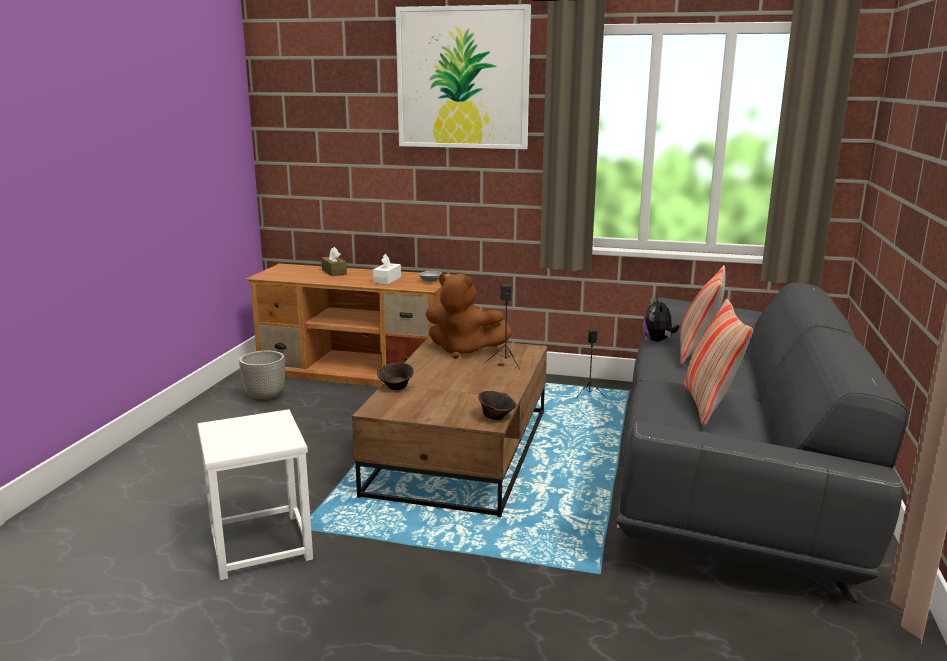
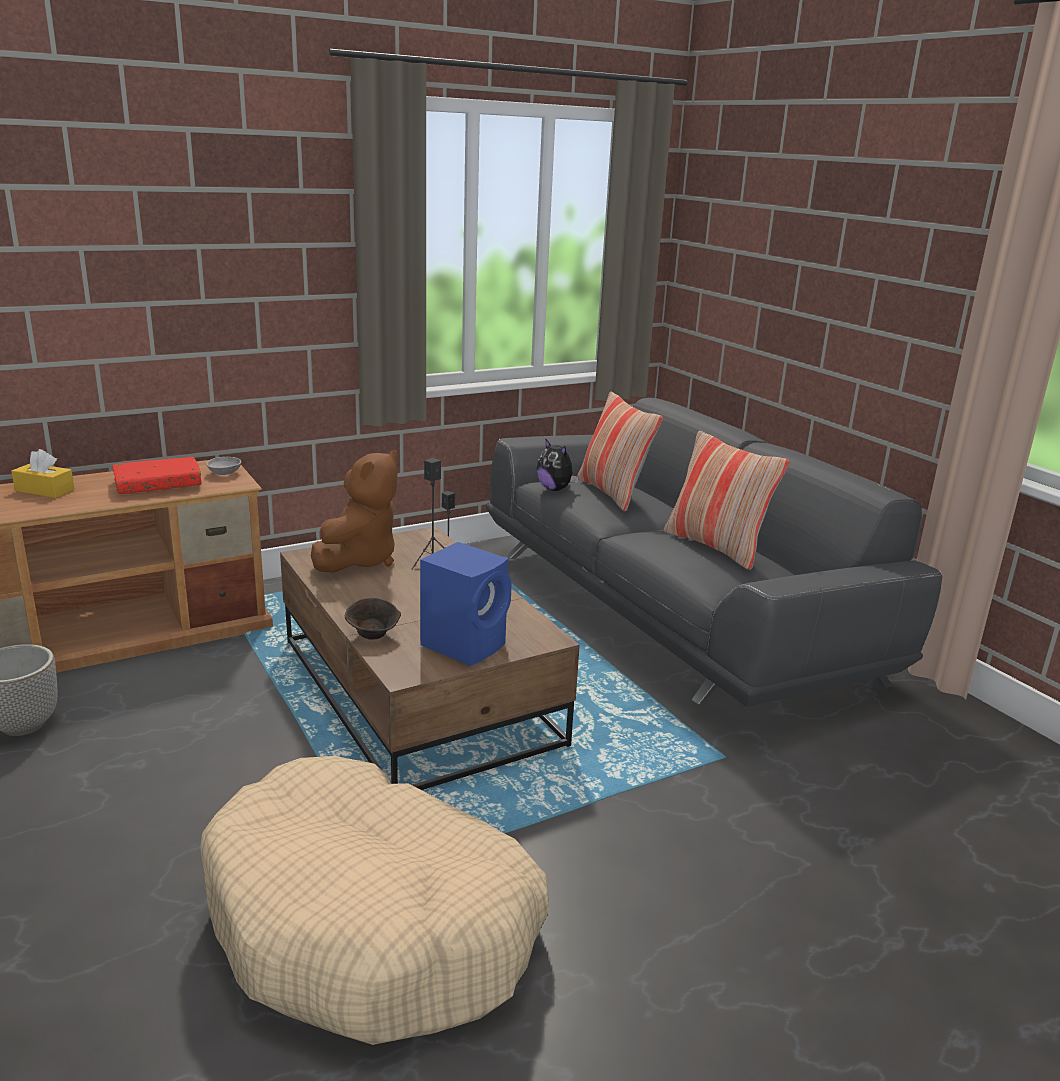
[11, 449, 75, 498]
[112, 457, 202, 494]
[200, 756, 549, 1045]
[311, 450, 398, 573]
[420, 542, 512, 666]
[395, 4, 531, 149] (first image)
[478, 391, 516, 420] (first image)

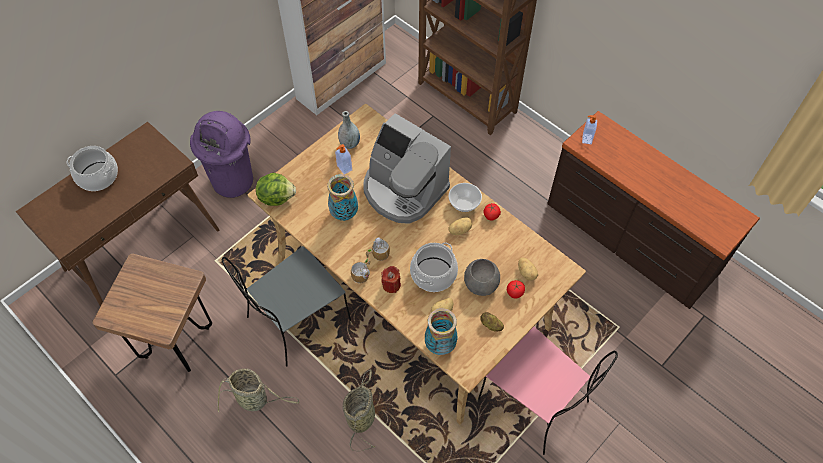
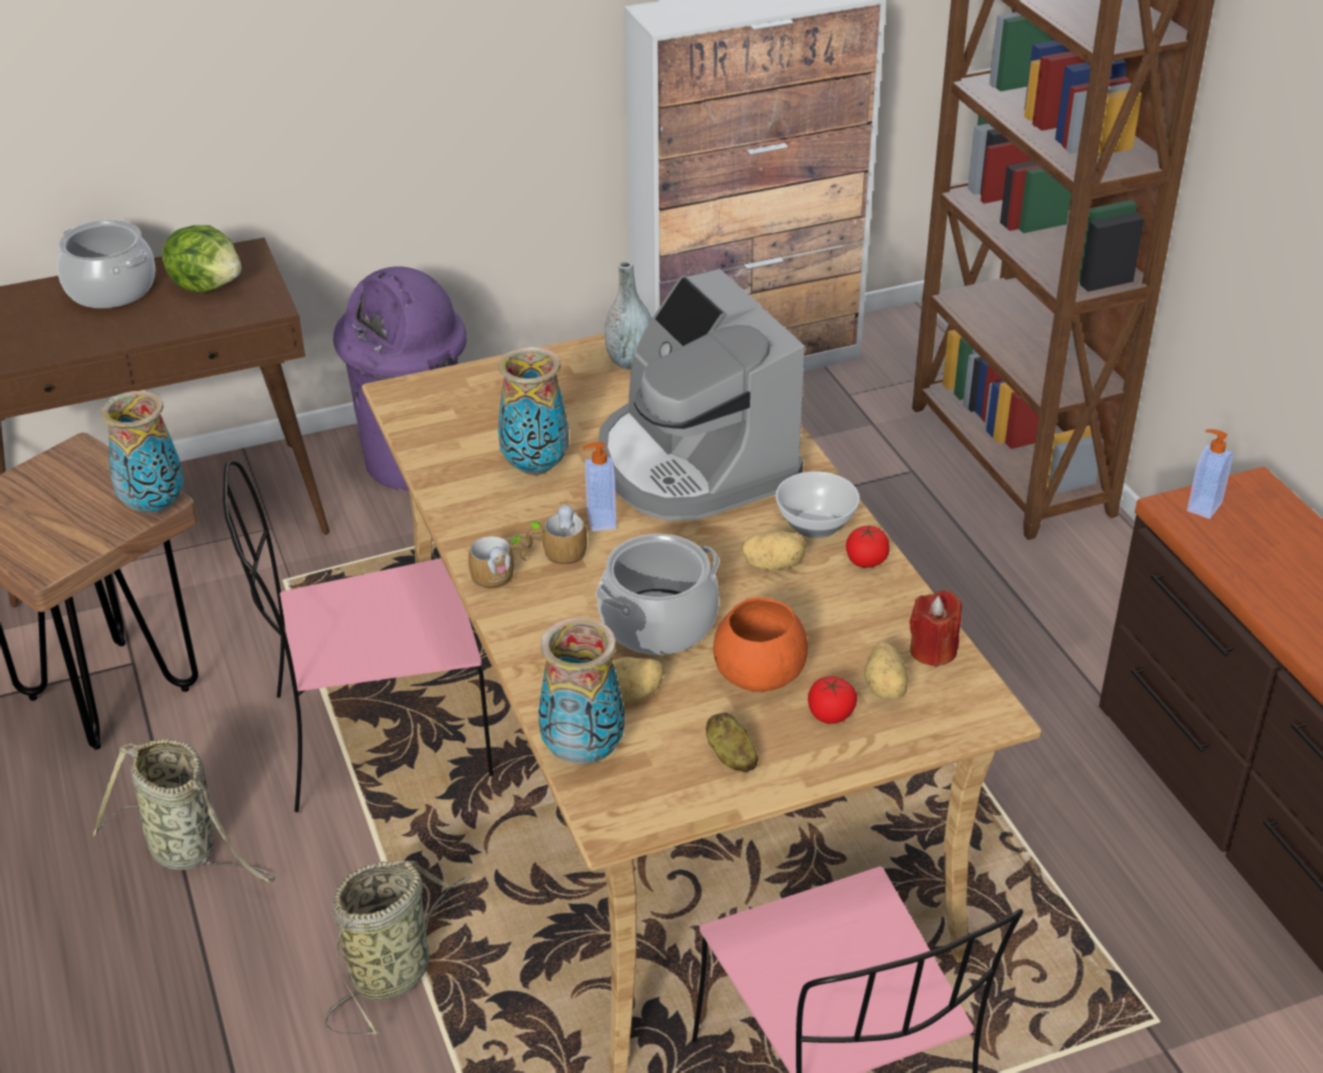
[101, 391, 184, 515]
[162, 225, 241, 292]
[223, 460, 493, 812]
[583, 442, 616, 531]
[713, 597, 808, 692]
[910, 590, 962, 667]

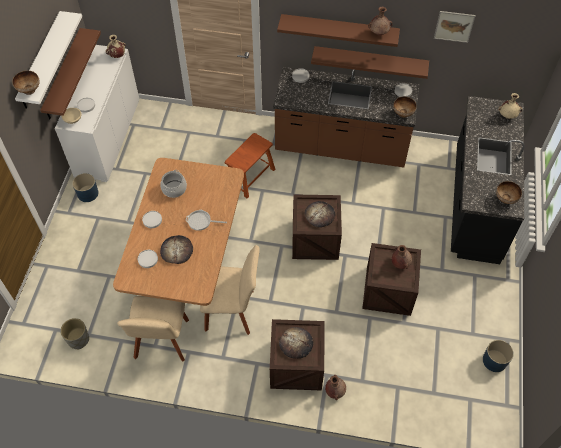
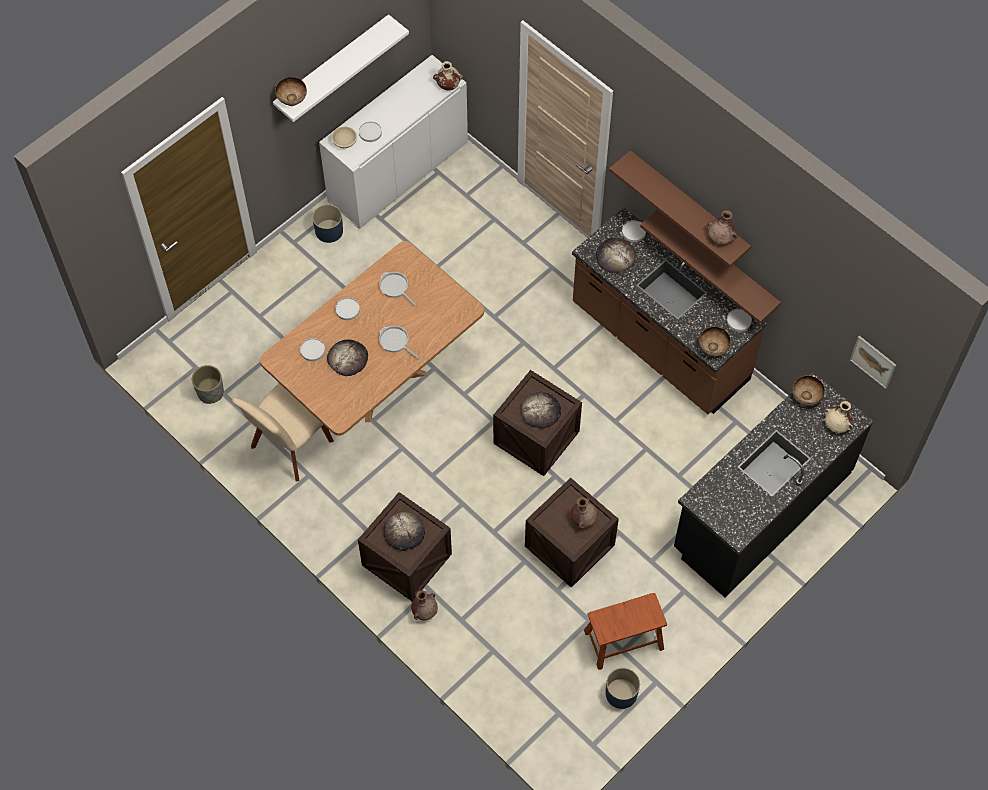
[380, 272, 418, 307]
[584, 593, 667, 670]
[596, 238, 636, 273]
[792, 376, 825, 406]
[850, 336, 896, 389]
[40, 28, 101, 119] (first image)
[200, 245, 260, 335] (first image)

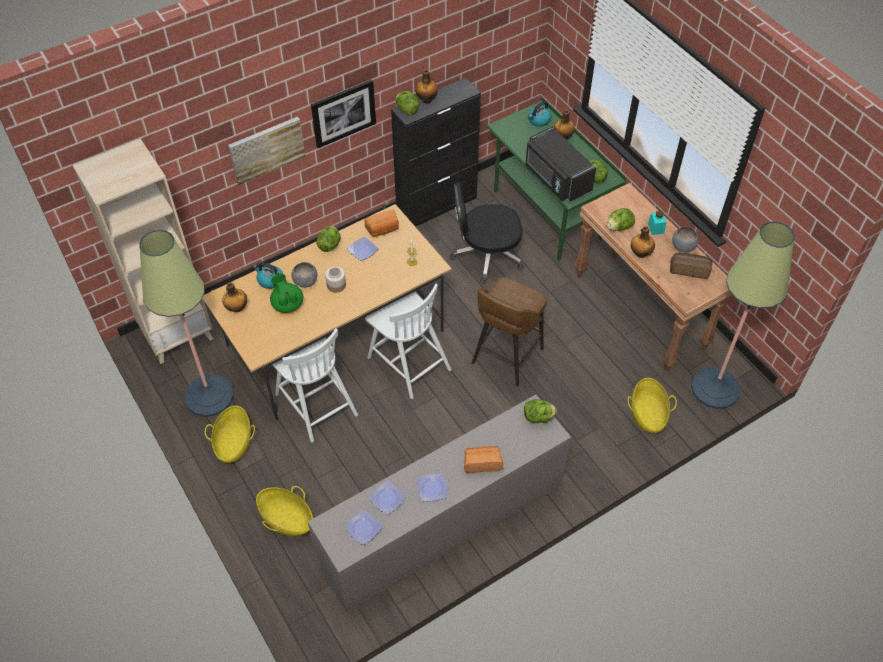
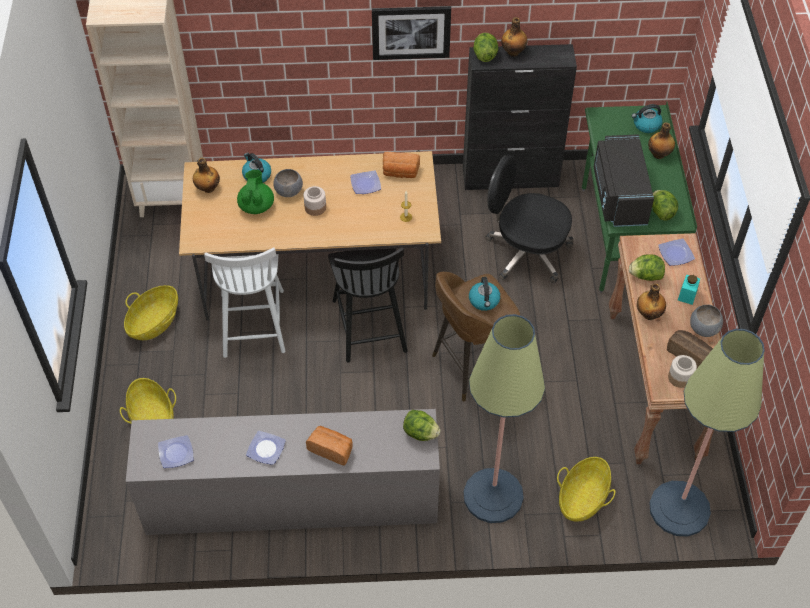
[328, 247, 407, 362]
[464, 314, 545, 523]
[469, 277, 500, 311]
[658, 239, 695, 266]
[668, 355, 697, 388]
[228, 117, 306, 185] (first image)
[316, 226, 341, 252] (first image)

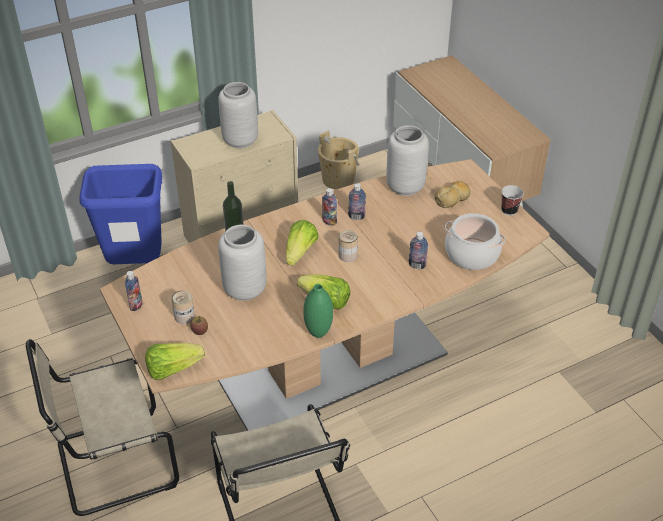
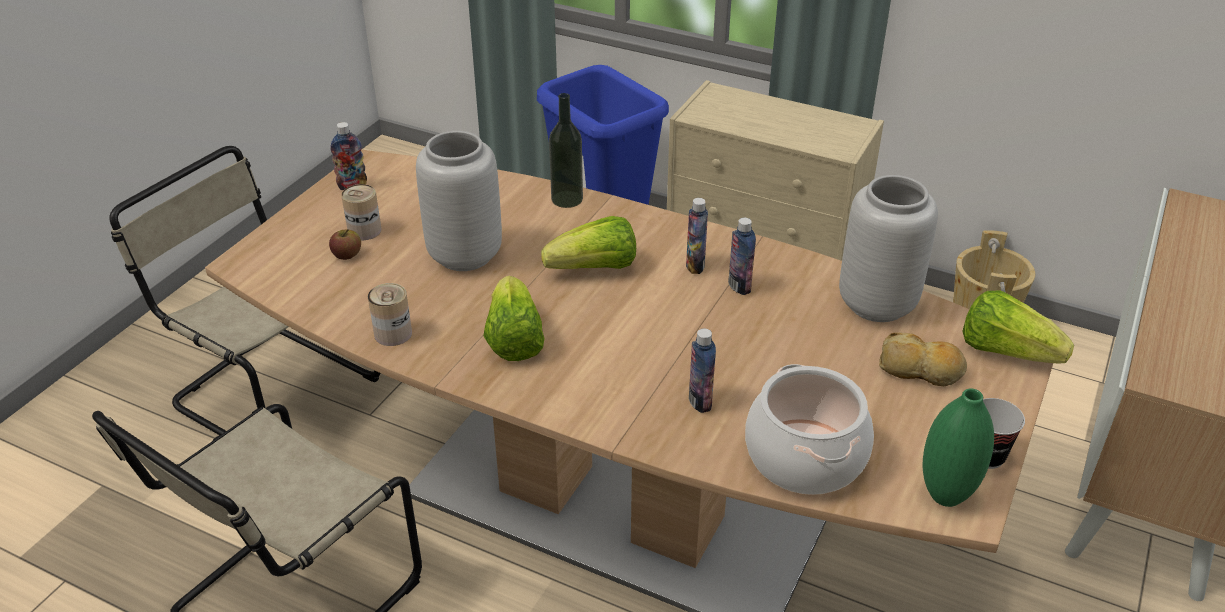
[368, 283, 412, 346]
[923, 388, 994, 507]
[962, 291, 1074, 364]
[218, 82, 258, 148] (first image)

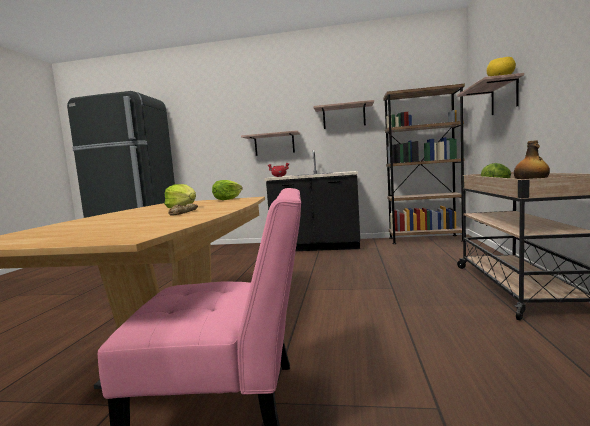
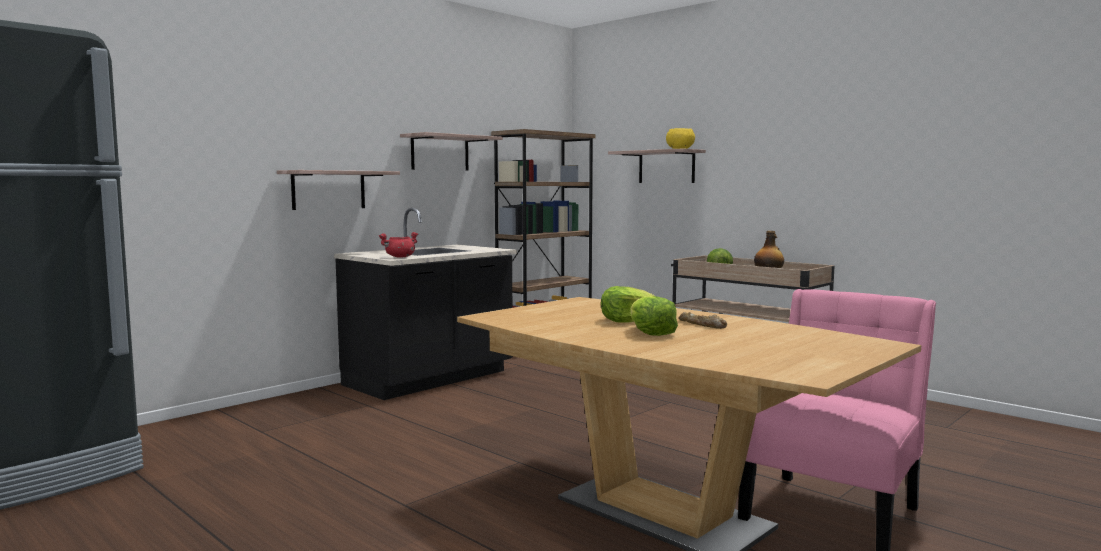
[631, 296, 678, 336]

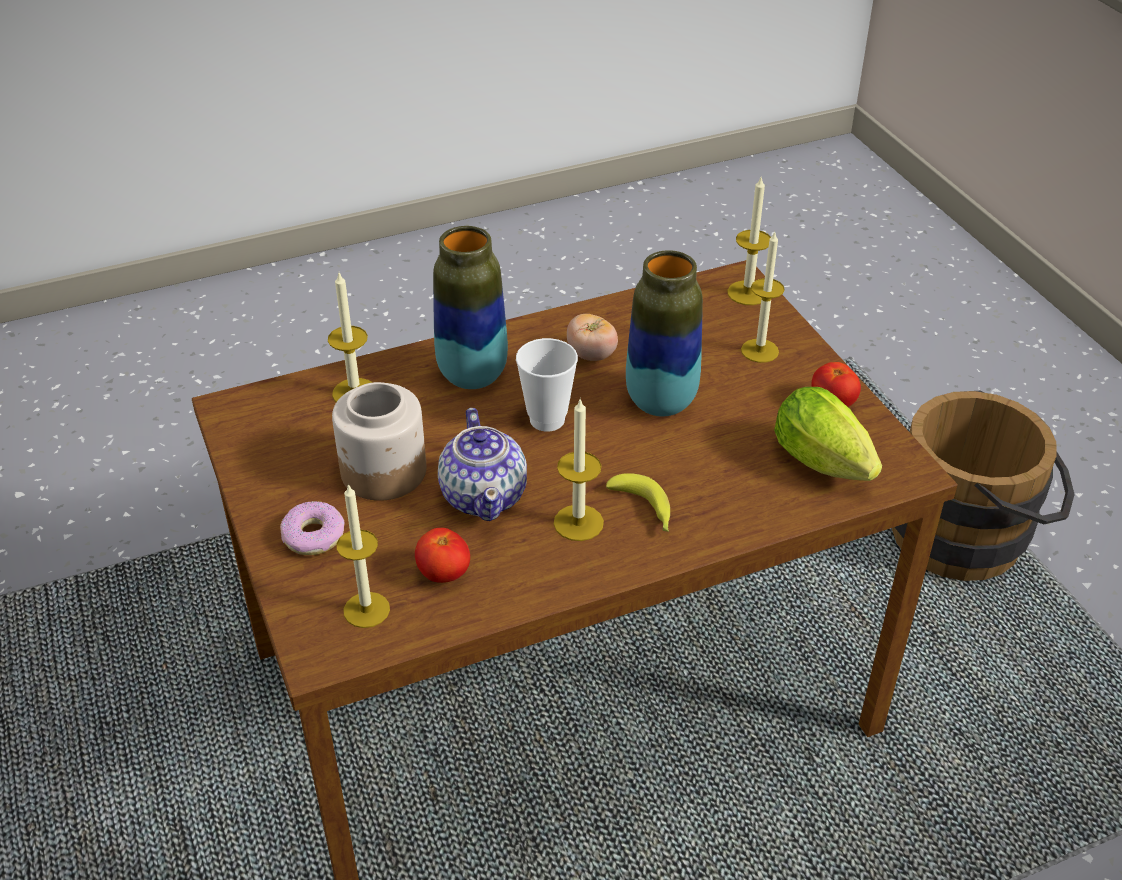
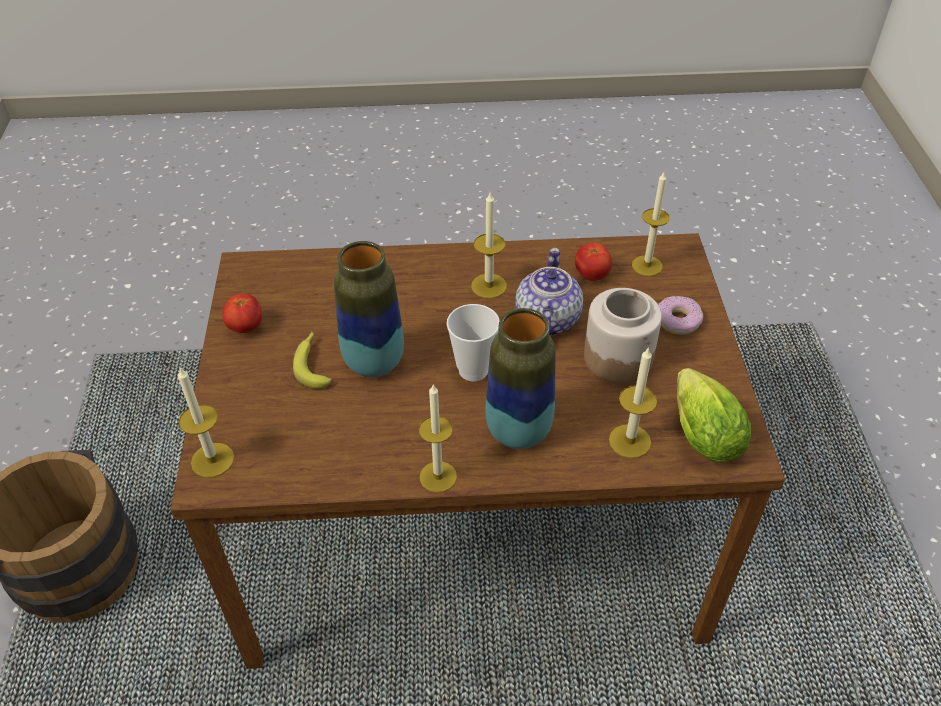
[293, 332, 331, 388]
[419, 385, 457, 493]
[677, 368, 751, 463]
[567, 314, 618, 361] (first image)

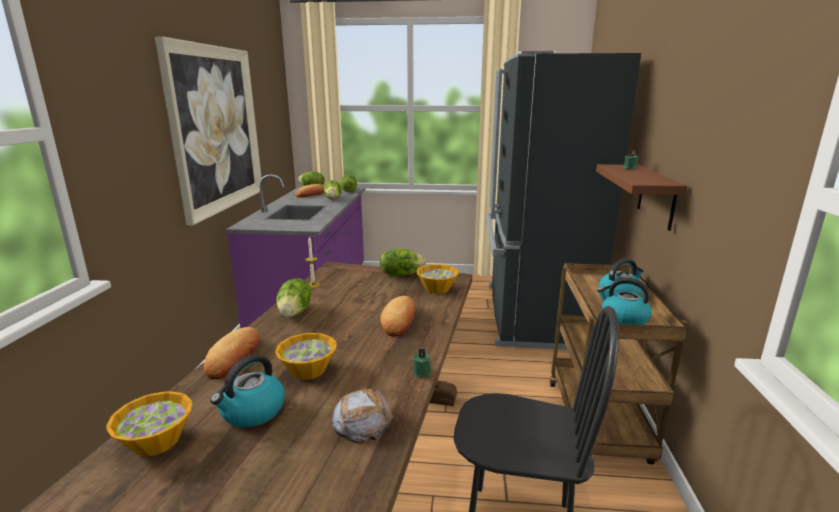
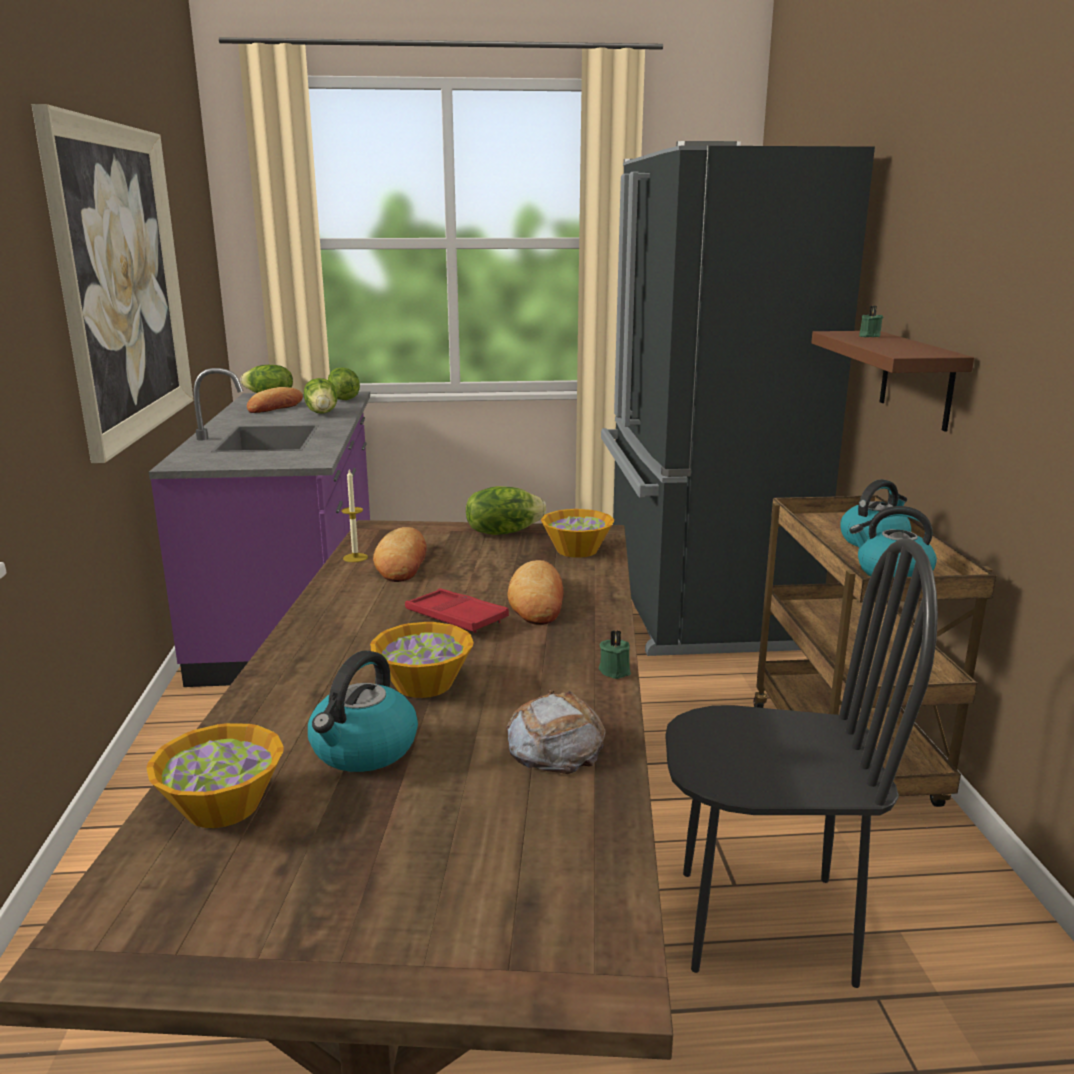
[373, 527, 427, 582]
[405, 588, 509, 633]
[276, 279, 312, 317] (first image)

